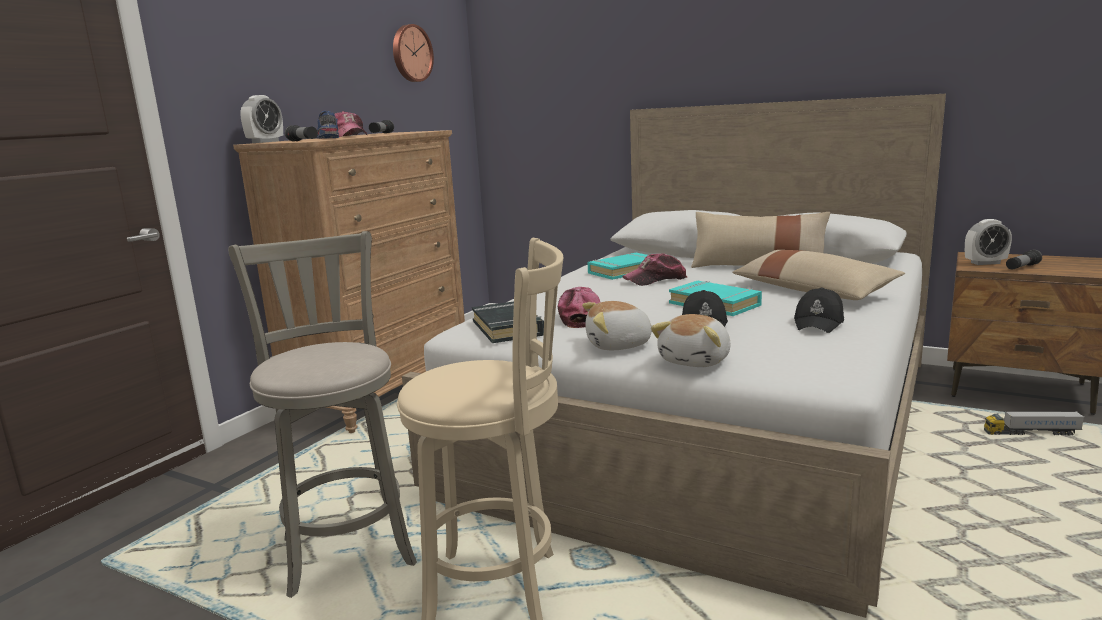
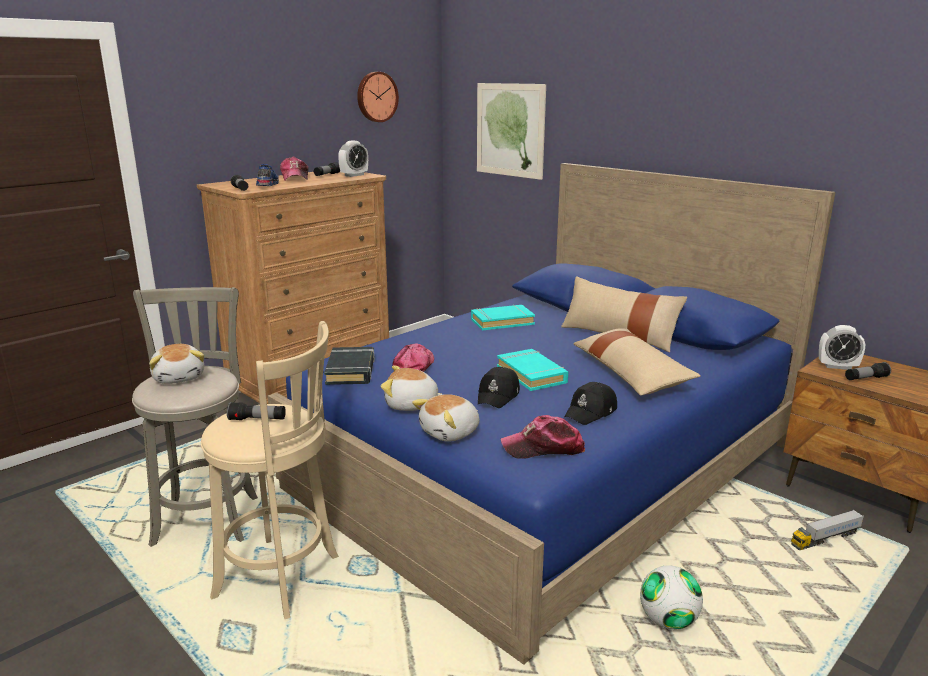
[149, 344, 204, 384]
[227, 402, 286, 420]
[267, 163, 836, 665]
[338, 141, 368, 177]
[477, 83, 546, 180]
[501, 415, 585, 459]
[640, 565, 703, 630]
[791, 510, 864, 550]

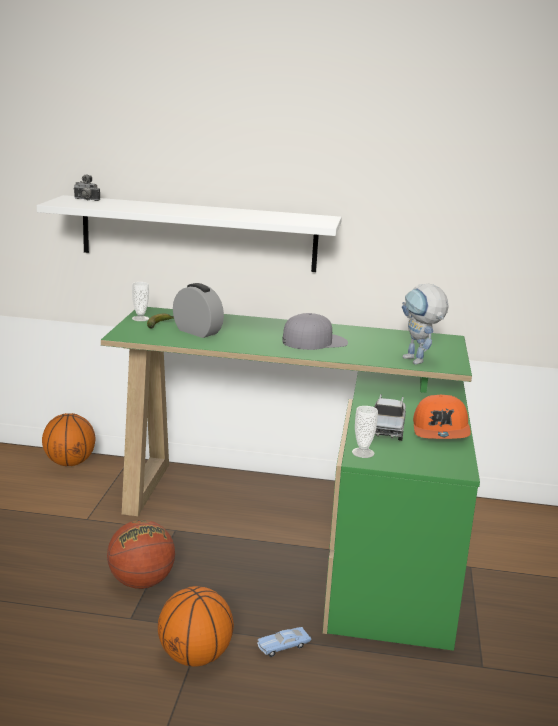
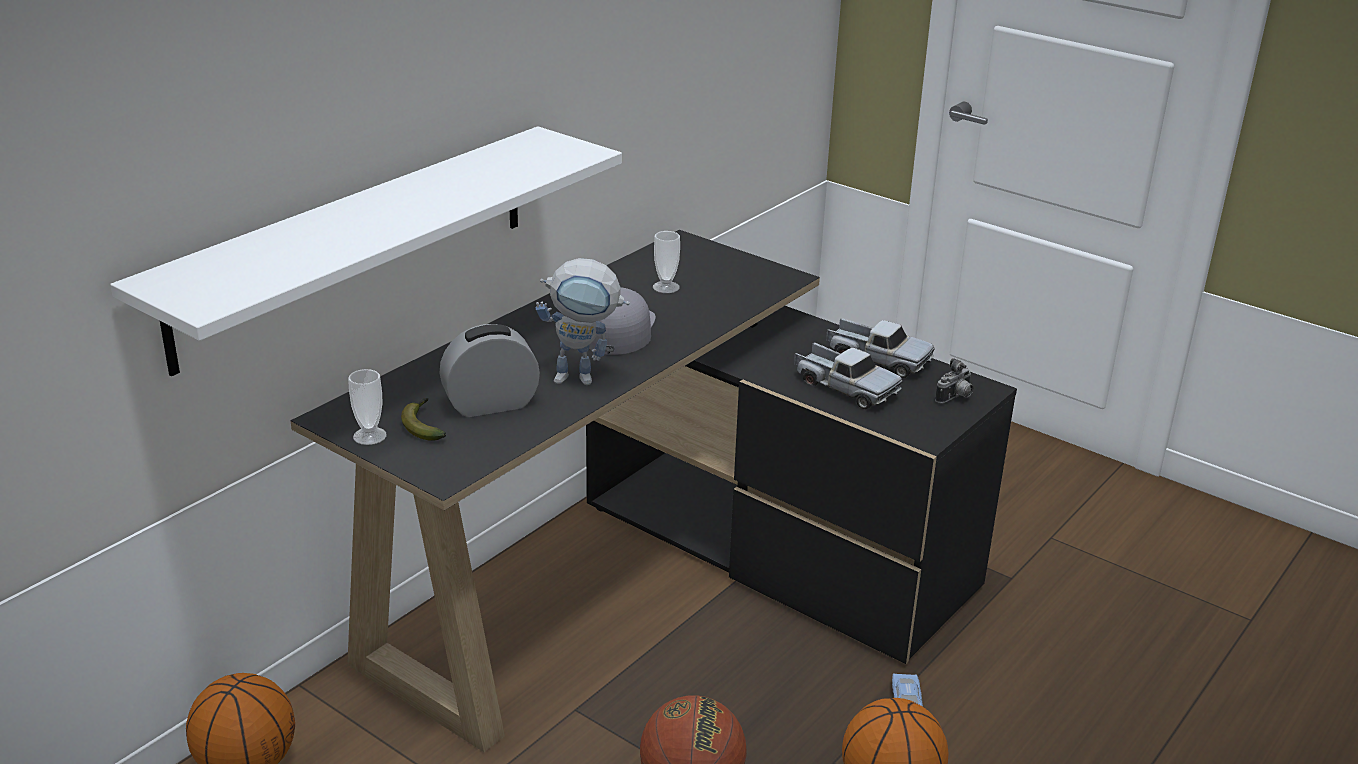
[291, 230, 1017, 752]
[535, 258, 630, 385]
[653, 231, 680, 293]
[826, 318, 934, 378]
[935, 358, 974, 403]

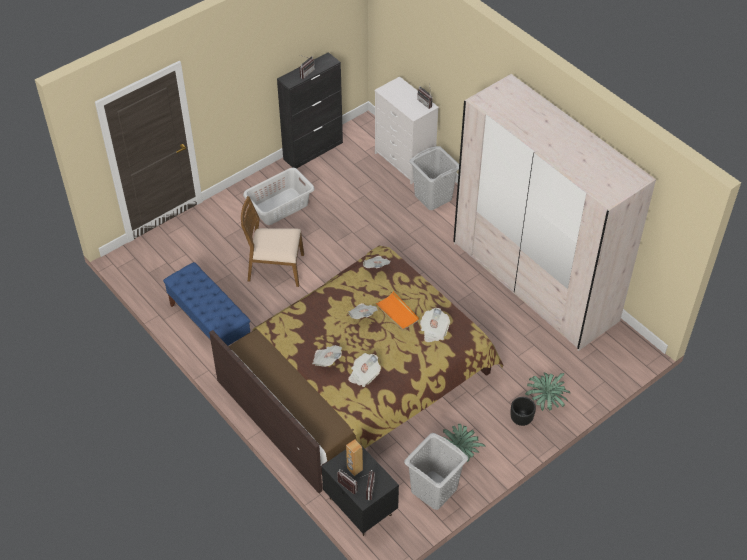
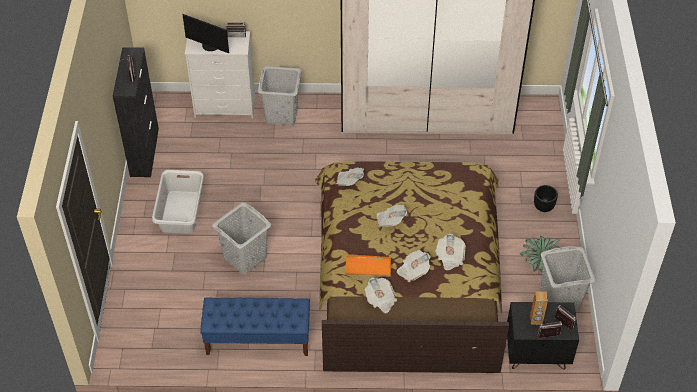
[183, 14, 229, 53]
[212, 202, 271, 274]
[345, 254, 391, 277]
[365, 277, 397, 313]
[525, 372, 571, 411] (first image)

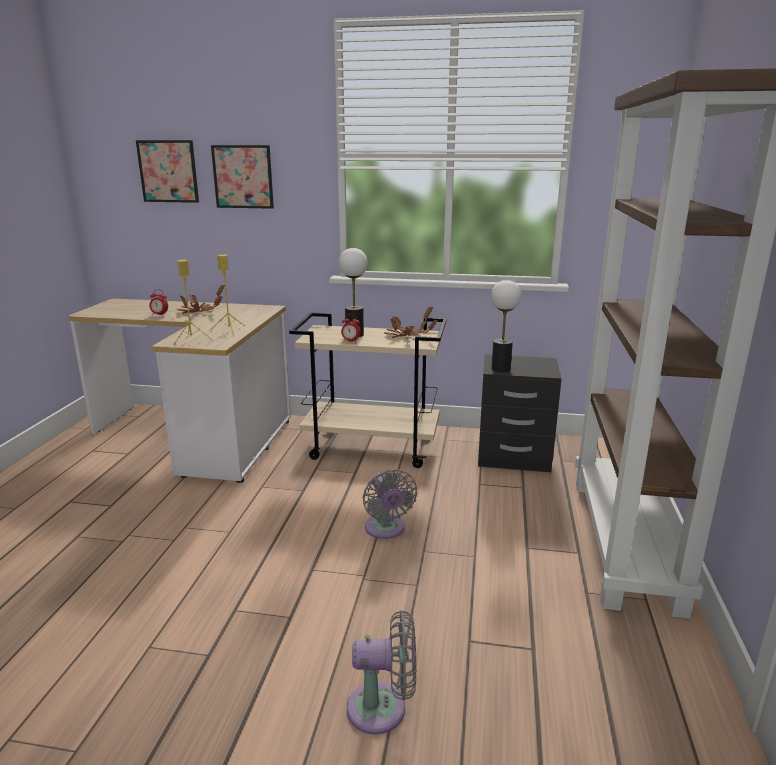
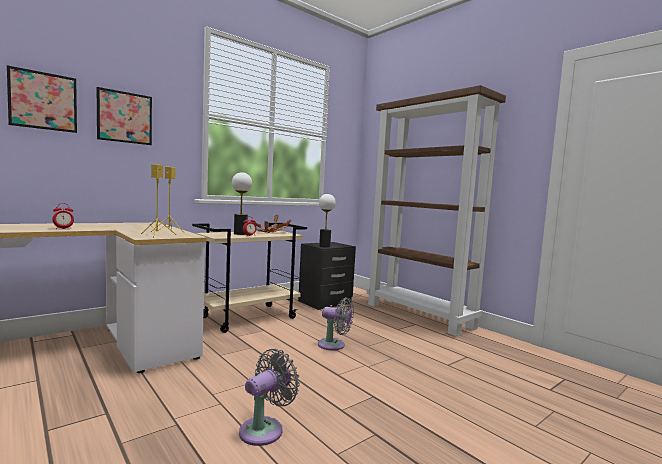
[239, 349, 300, 446]
[177, 285, 225, 314] (first image)

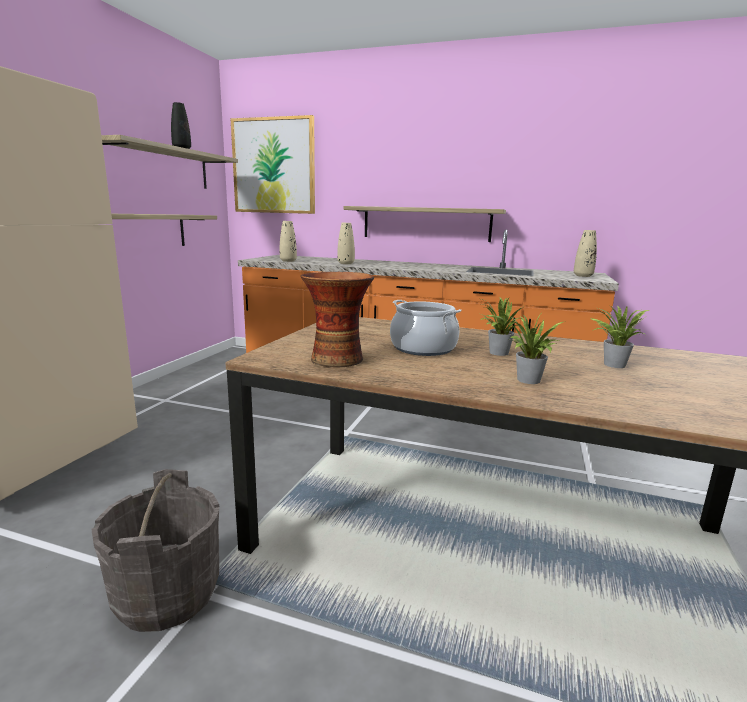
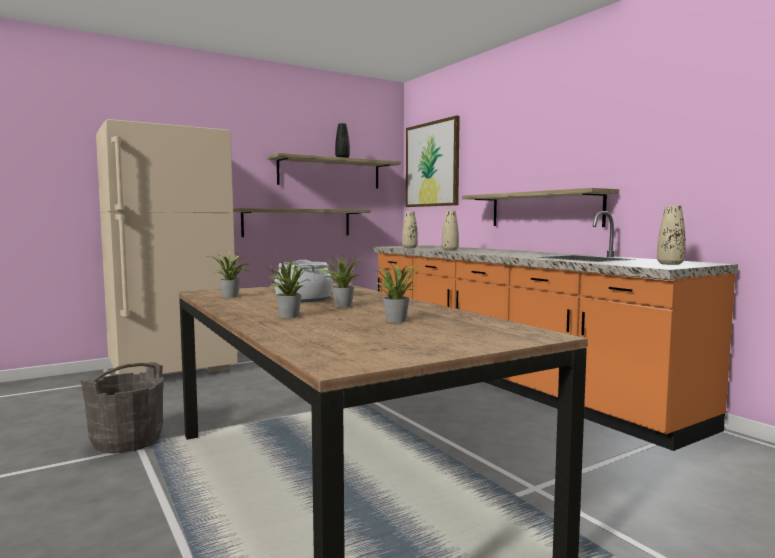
[209, 252, 249, 298]

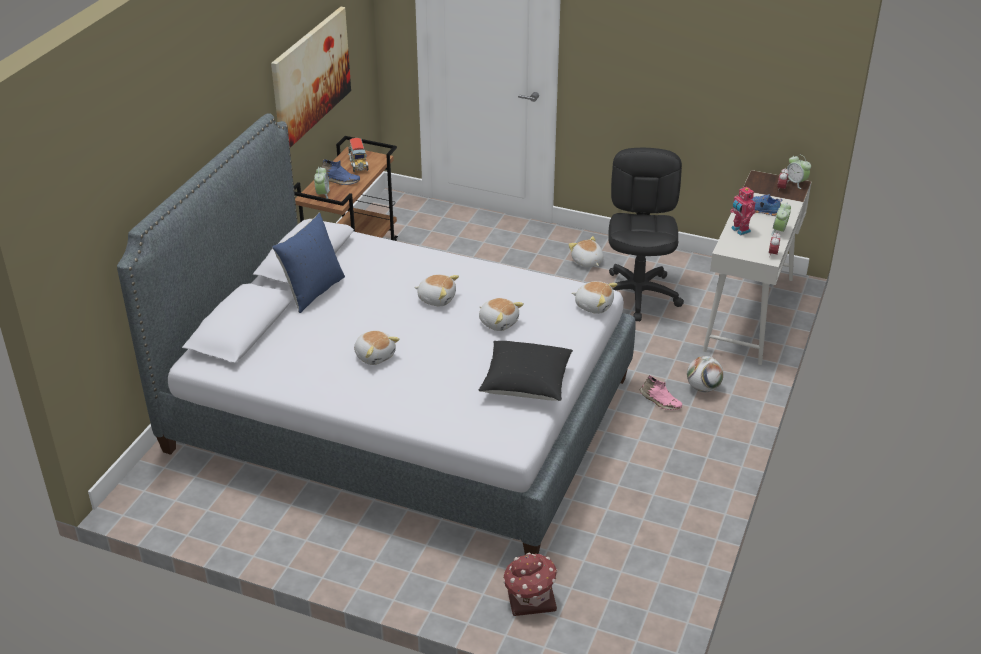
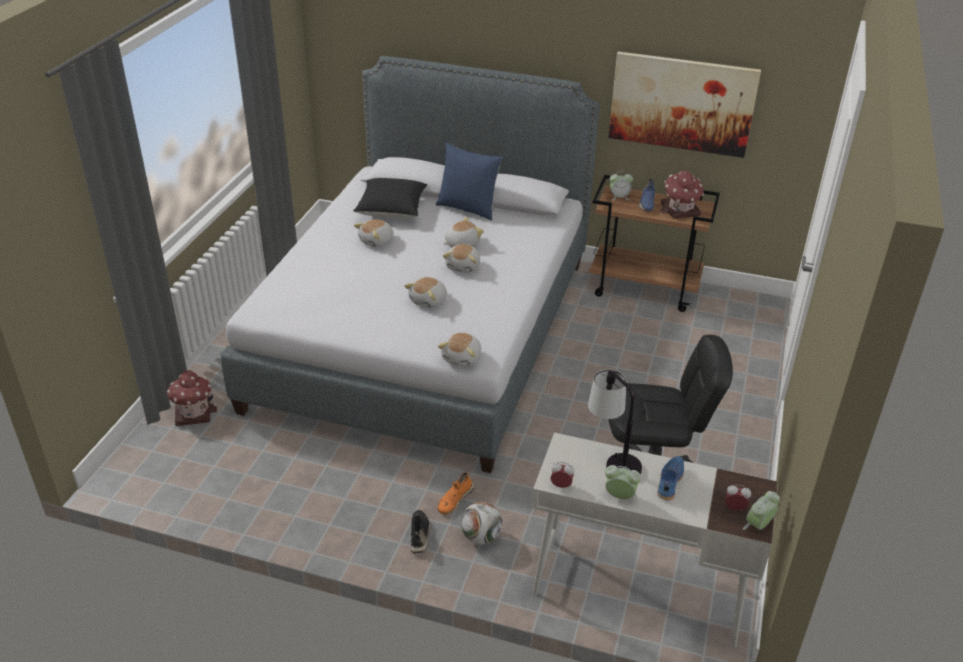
[353, 178, 427, 218]
[411, 510, 431, 554]
[437, 472, 475, 515]
[444, 217, 484, 247]
[588, 369, 642, 474]
[660, 170, 704, 219]

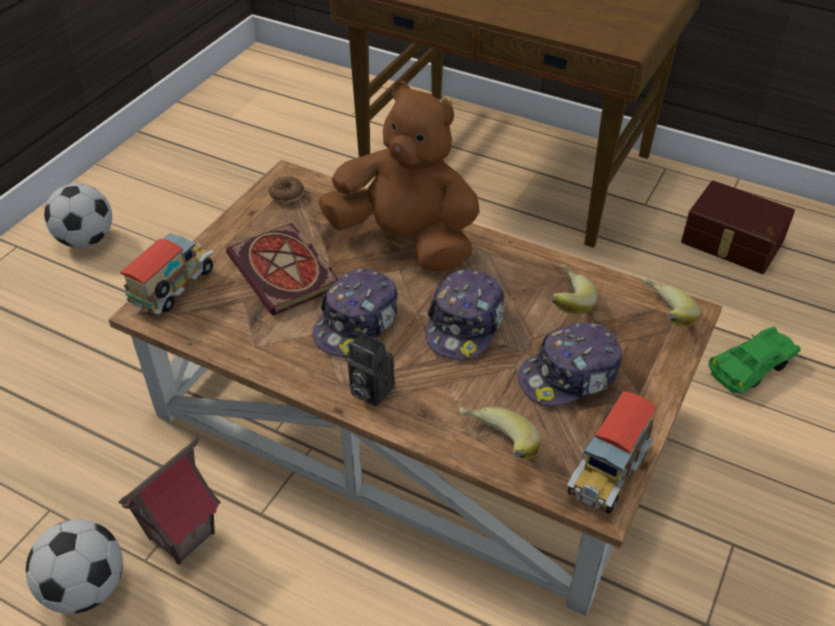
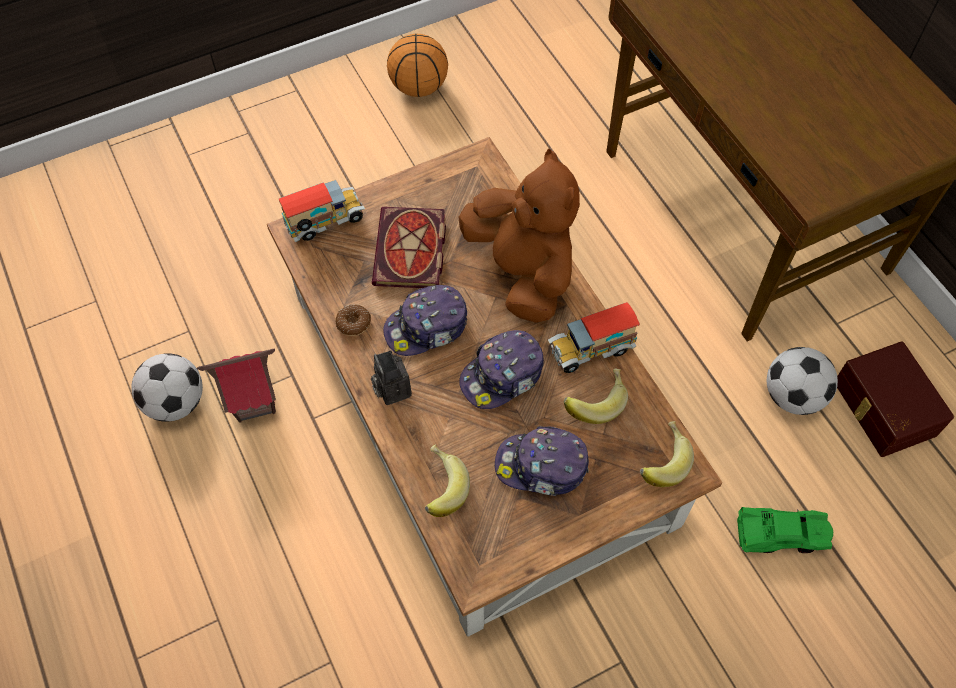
[335, 304, 371, 336]
[387, 34, 448, 97]
[548, 302, 640, 373]
[767, 347, 838, 415]

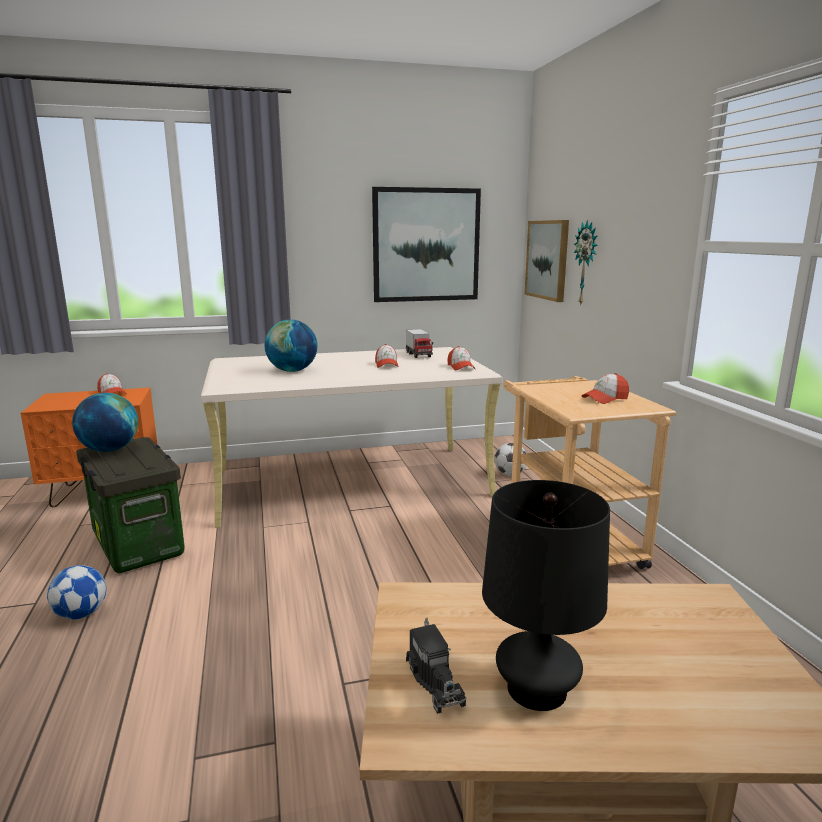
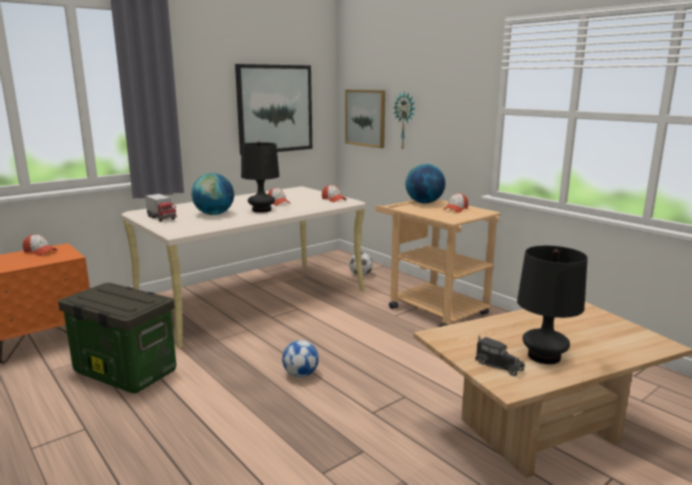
[145, 194, 177, 222]
[241, 141, 279, 213]
[282, 340, 319, 377]
[406, 164, 445, 204]

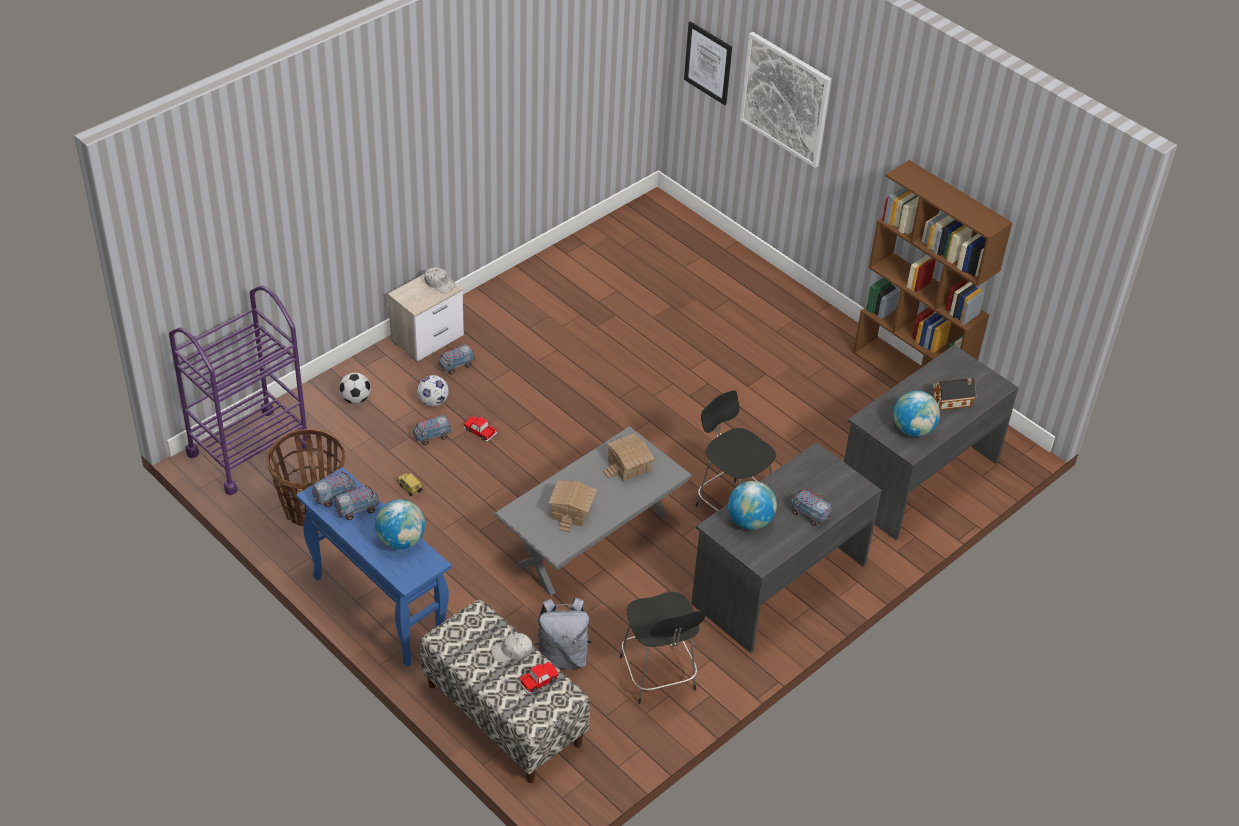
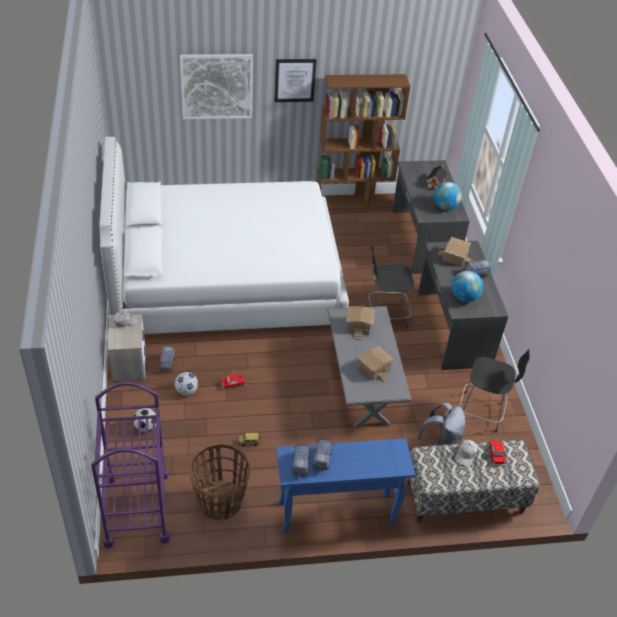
[99, 137, 349, 334]
[274, 59, 317, 102]
[438, 237, 473, 267]
[375, 499, 425, 550] (first image)
[413, 414, 451, 445] (first image)

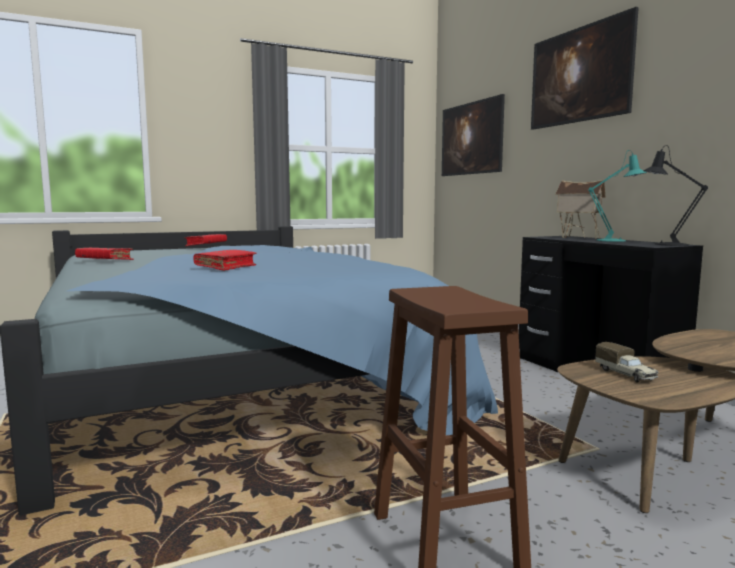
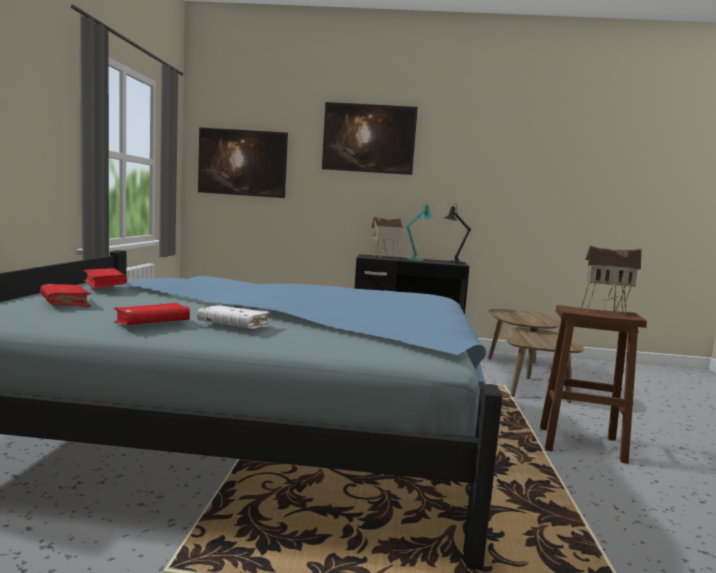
[40, 284, 91, 307]
[197, 305, 271, 329]
[580, 245, 642, 315]
[595, 342, 658, 382] (first image)

